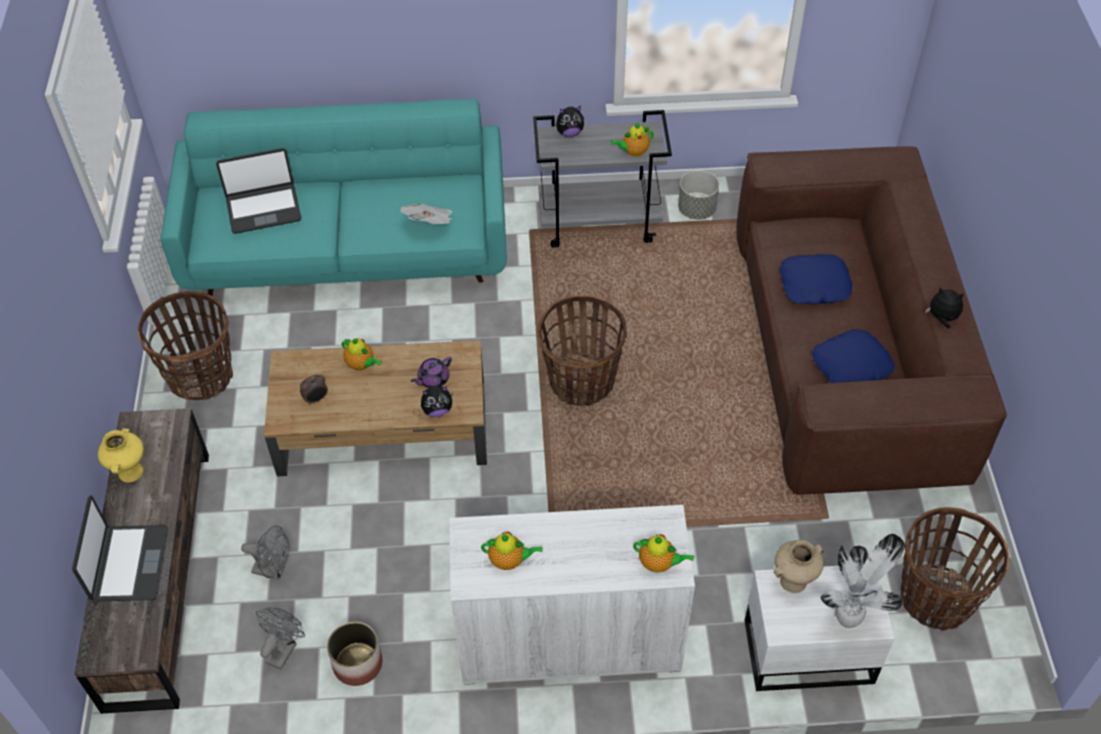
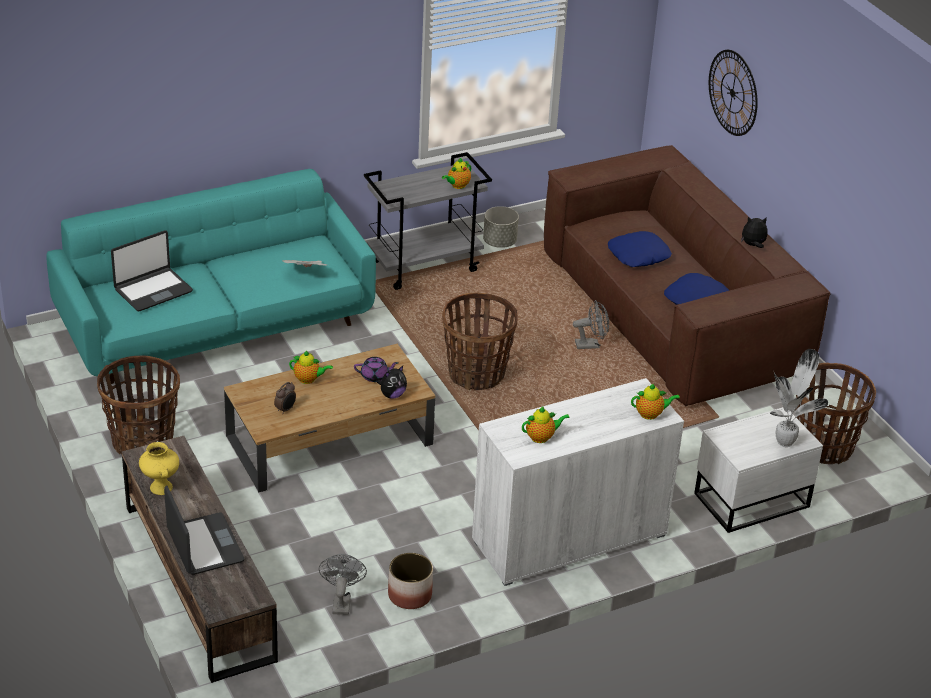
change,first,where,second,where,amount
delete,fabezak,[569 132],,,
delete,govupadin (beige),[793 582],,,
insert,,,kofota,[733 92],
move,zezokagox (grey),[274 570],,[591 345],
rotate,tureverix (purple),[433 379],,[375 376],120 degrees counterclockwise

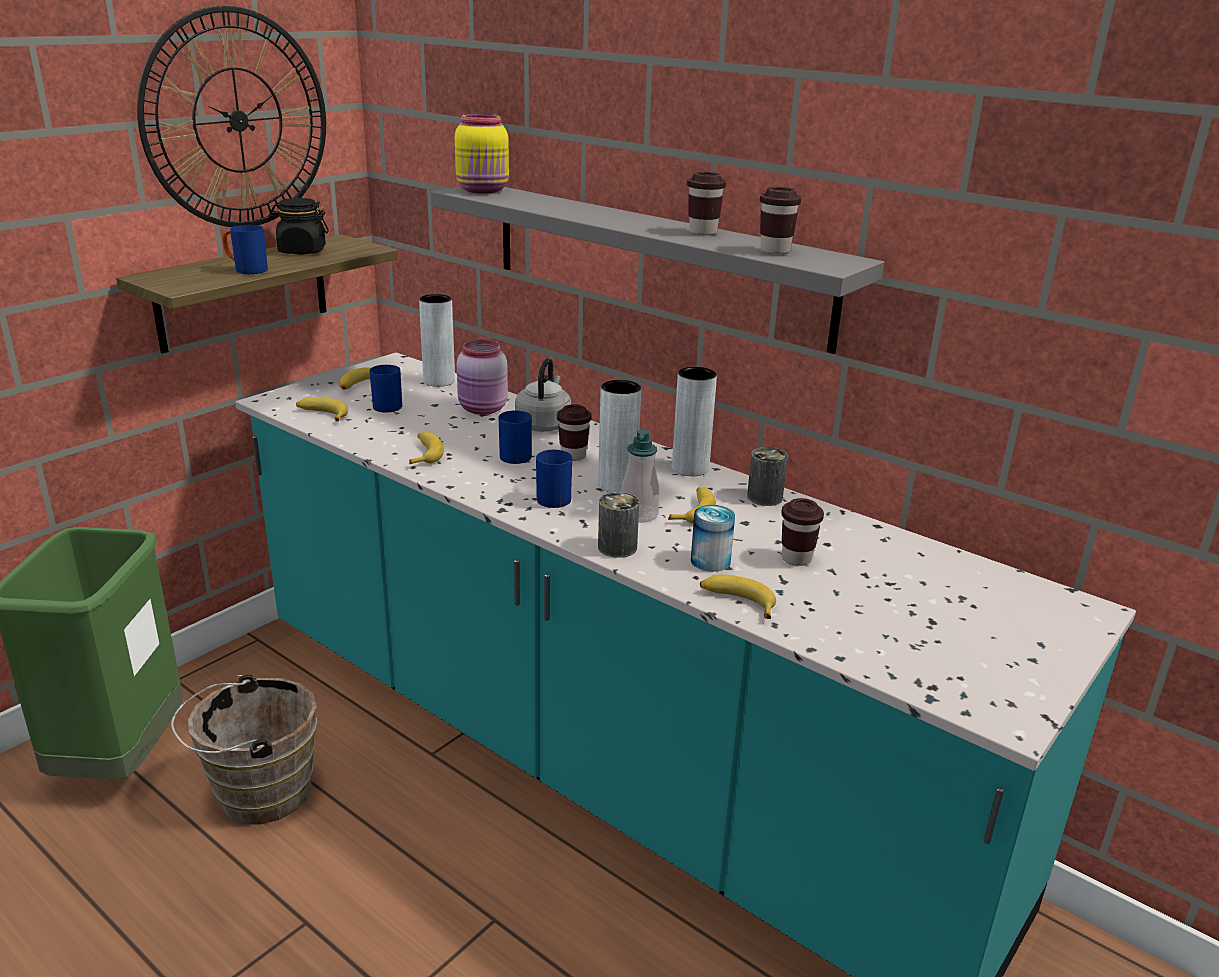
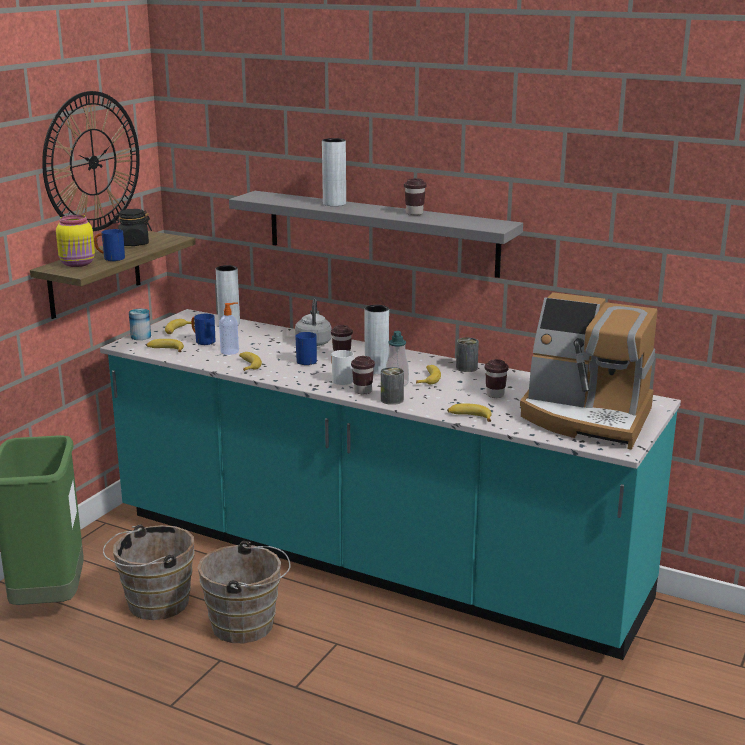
change,first,where,second,where,amount
delete,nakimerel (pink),[483 409],,,
insert,,,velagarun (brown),[248 625],
insert,,,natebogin,[230 351],
insert,,,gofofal,[586 417],
move,nakimerel (yellow),[484 190],,[78 264],
move,govupadin (grey),[690 468],,[334 204],
move,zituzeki,[710 561],,[141 336],
move,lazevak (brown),[775 251],,[363 391],
recolor,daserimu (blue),[551 497],daserimu (white),[340 380],

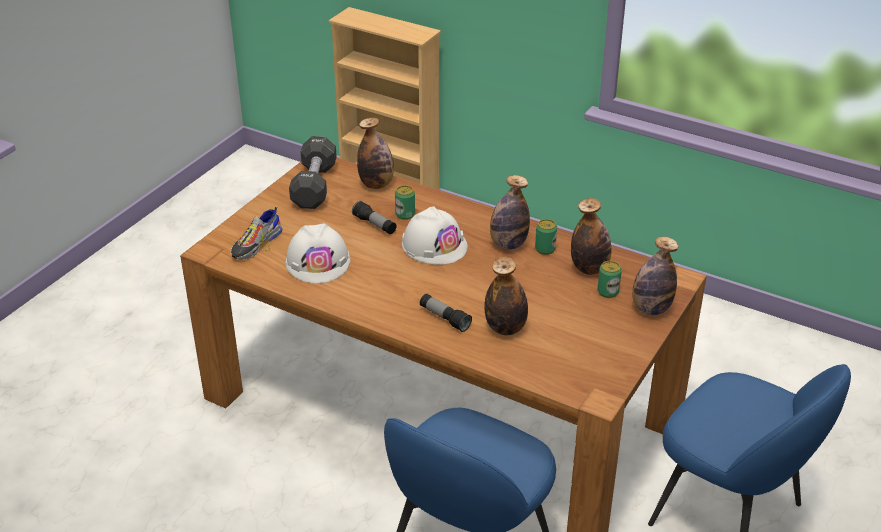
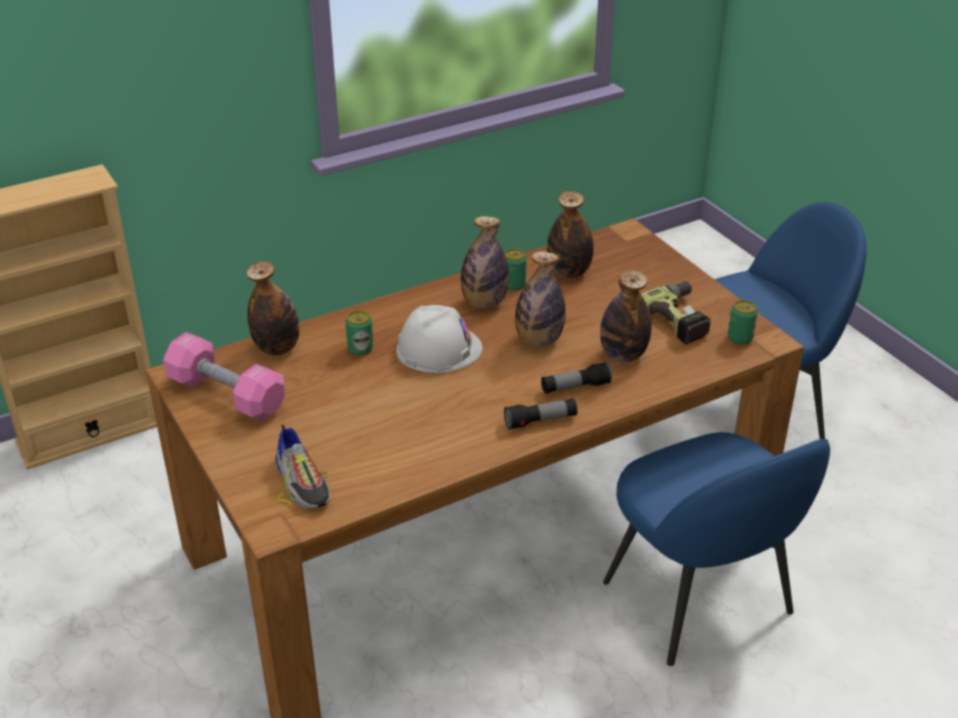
change,first,where,second,where,amount
delete,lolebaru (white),[318 261],,,
insert,,,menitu,[679 319],
move,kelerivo,[375 225],,[540 421],
move,zituzeki,[608 292],,[740 338],
move,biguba,[650 309],,[539 340],
recolor,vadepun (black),[314 186],vadepun (pink),[226 394],

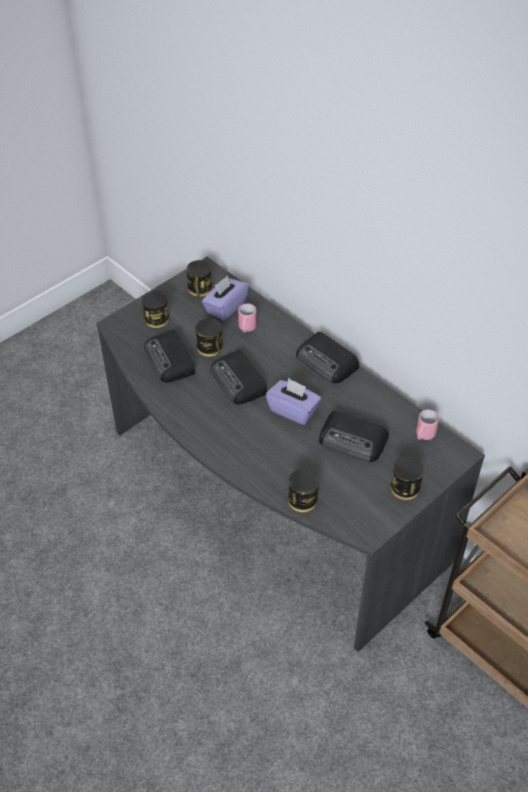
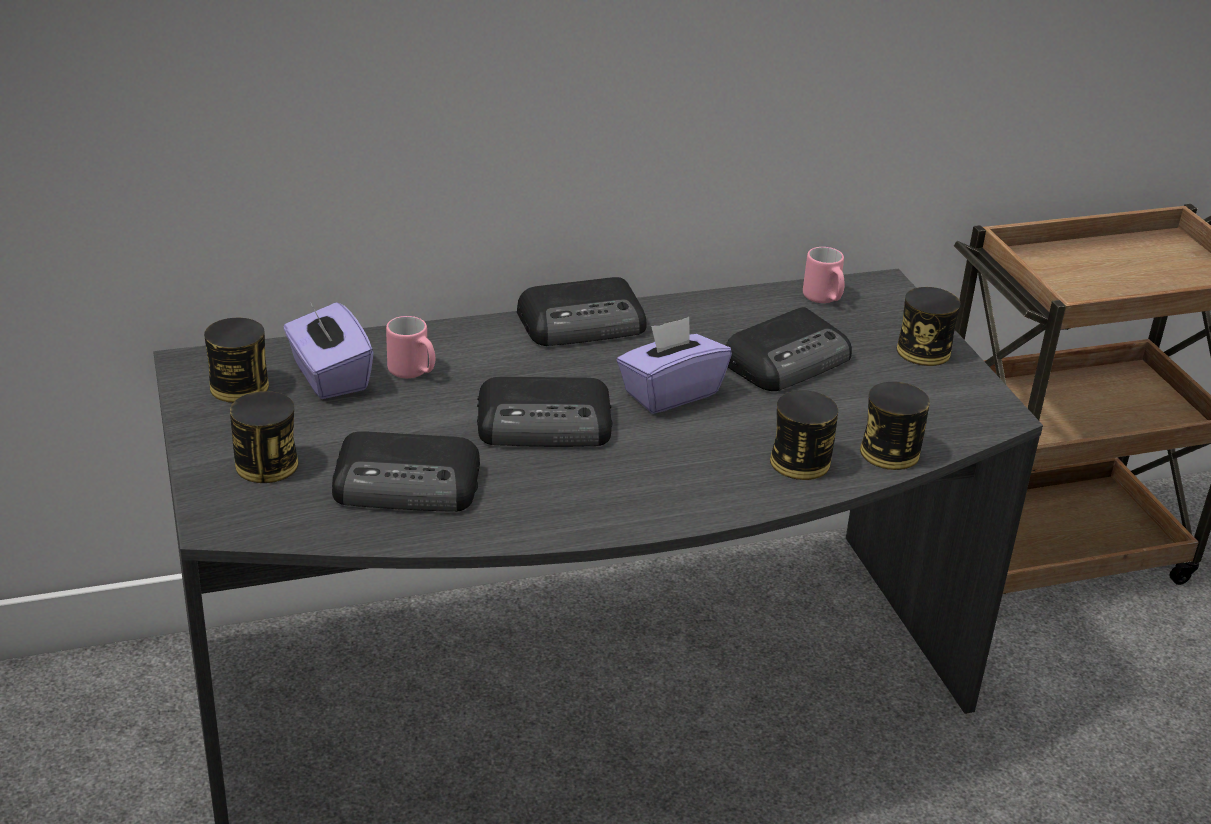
change,first,where,second,where,amount
move,zituzeki,[209 347],,[800 462],

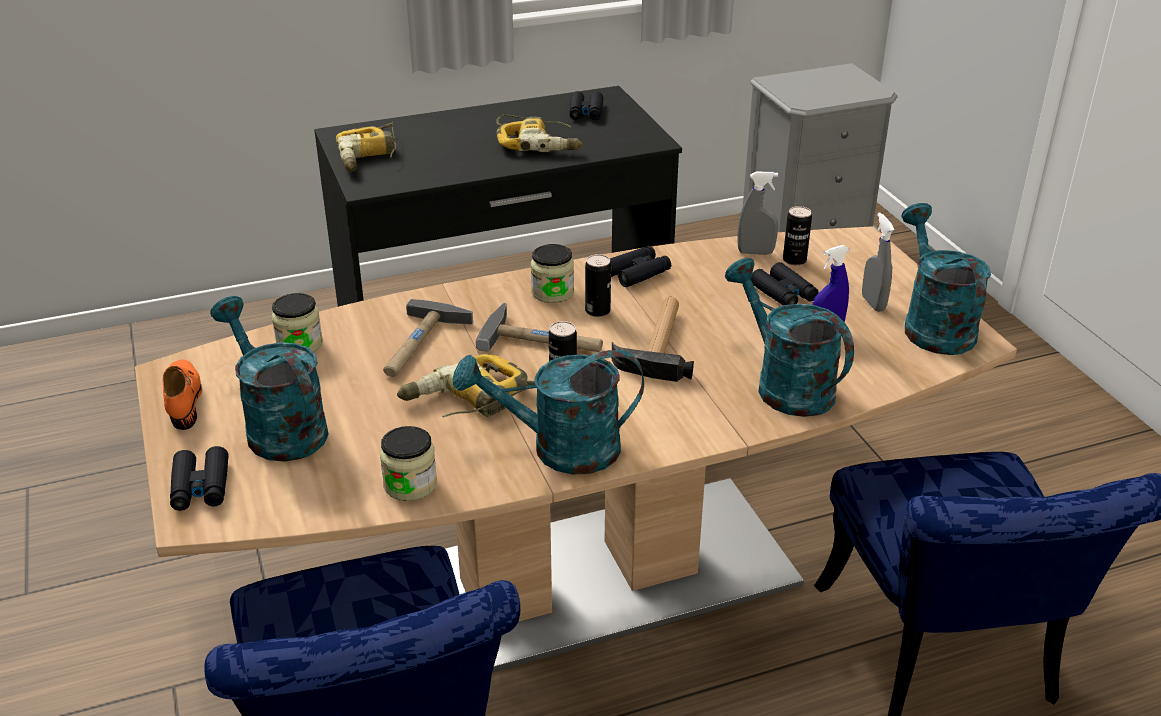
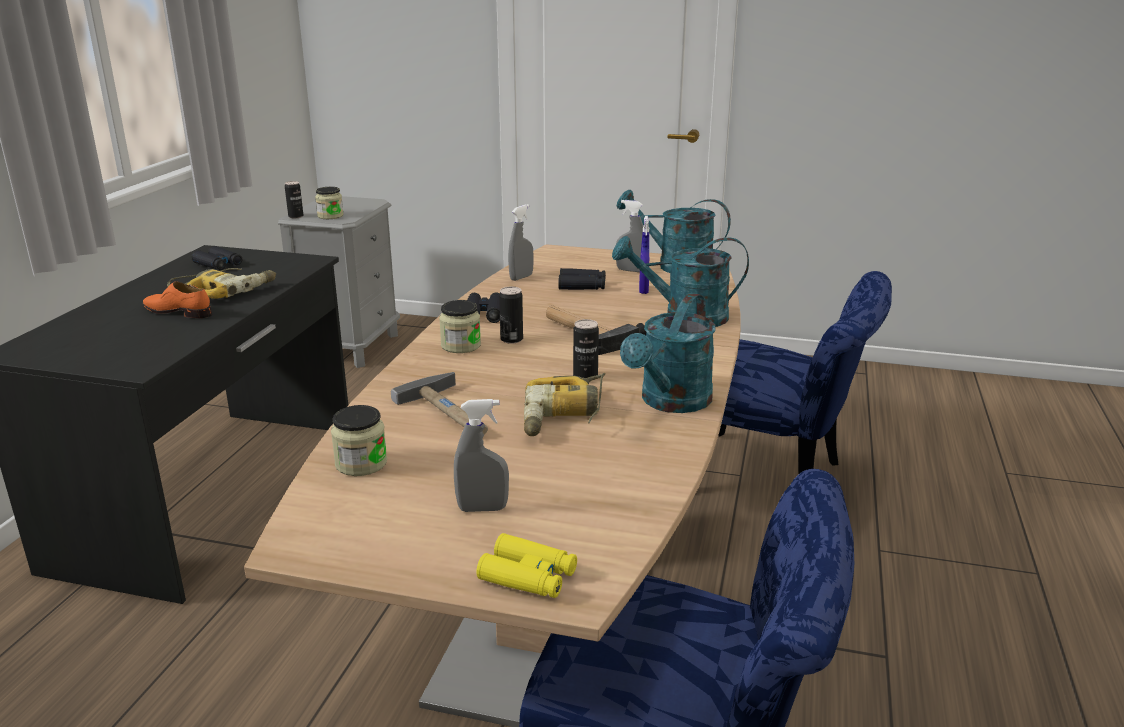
change,first,where,second,where,amount
delete,menitu,[369 156],,,
delete,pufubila,[543 340],,,
move,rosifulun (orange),[184 399],,[178 312],
move,nakimerel,[410 484],,[330 216],
move,zituzeki,[794 260],,[296 216],
replace,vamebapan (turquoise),[278 427],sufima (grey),[482 508],
recolor,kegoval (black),[201 487],kegoval (yellow),[528 576],

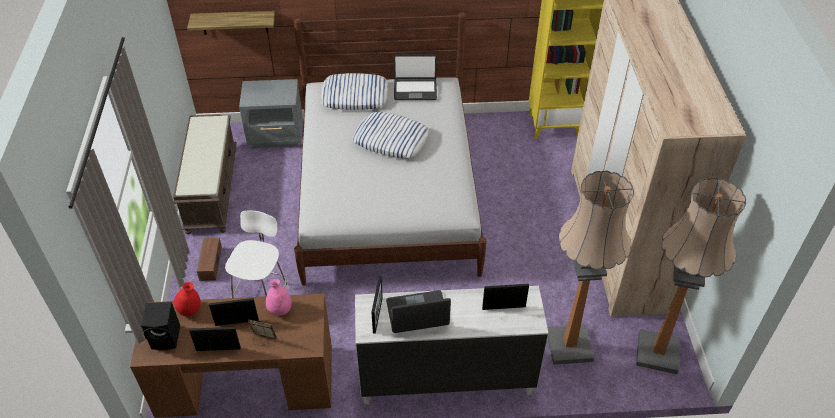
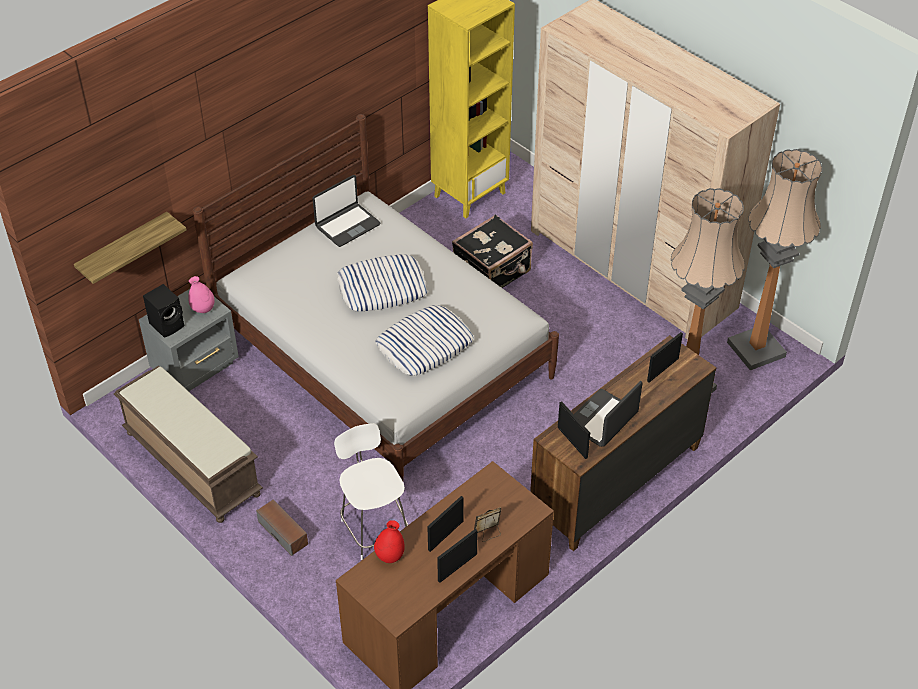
change,first,where,second,where,amount
insert,,,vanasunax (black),[493 272],
move,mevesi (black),[167 337],,[168 324],
move,govupadin (pink),[280 310],,[203 309],
move,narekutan,[355 96],,[424 345],
recolor,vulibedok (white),[445 377],vulibedok (brown),[615 482],

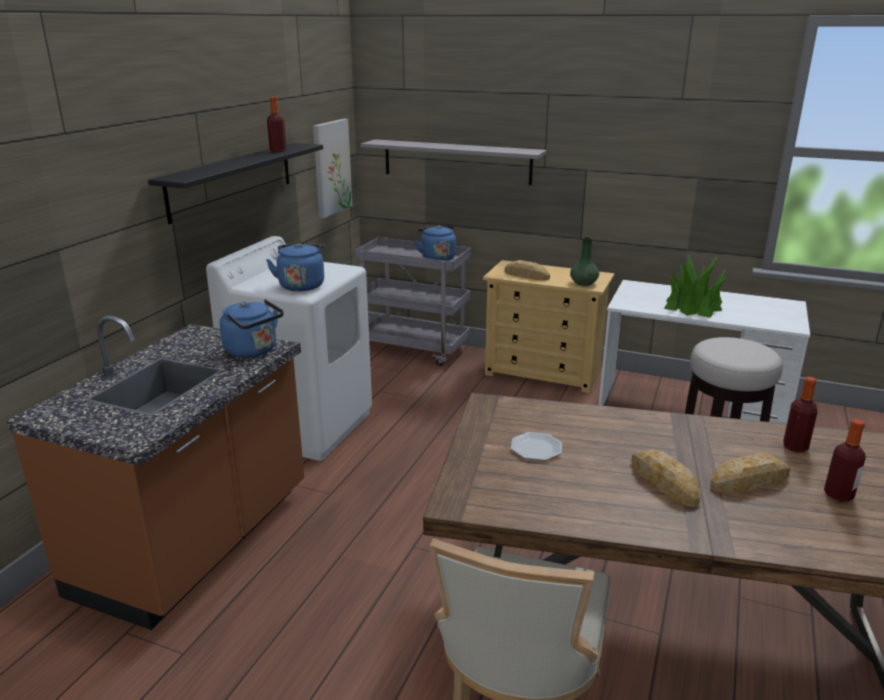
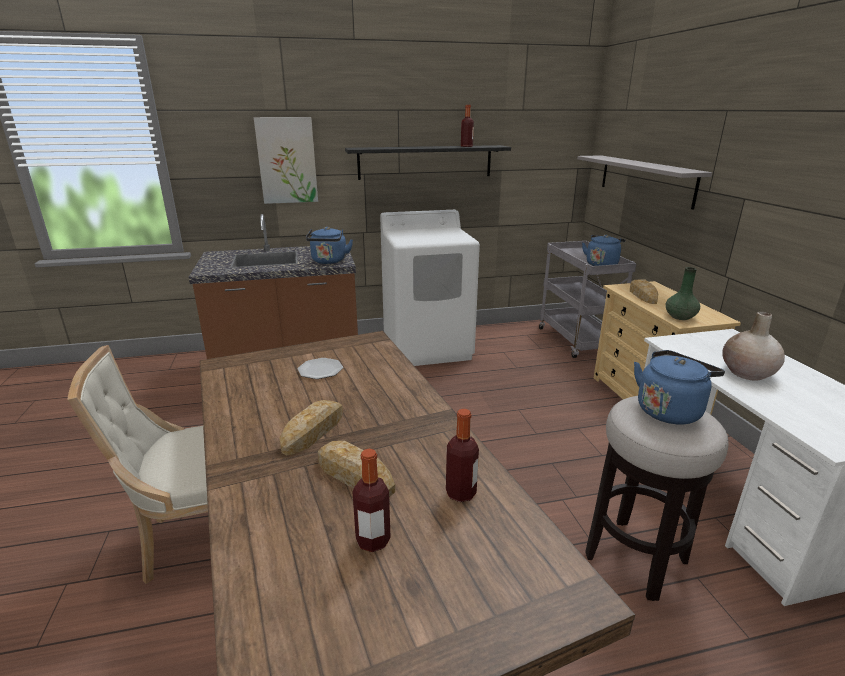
change,first,where,second,where,amount
move,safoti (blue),[301 285],,[670 410],
move,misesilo,[331 167],,[287 160],
replace,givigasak,[693 306],govupadin (beige),[747 373],

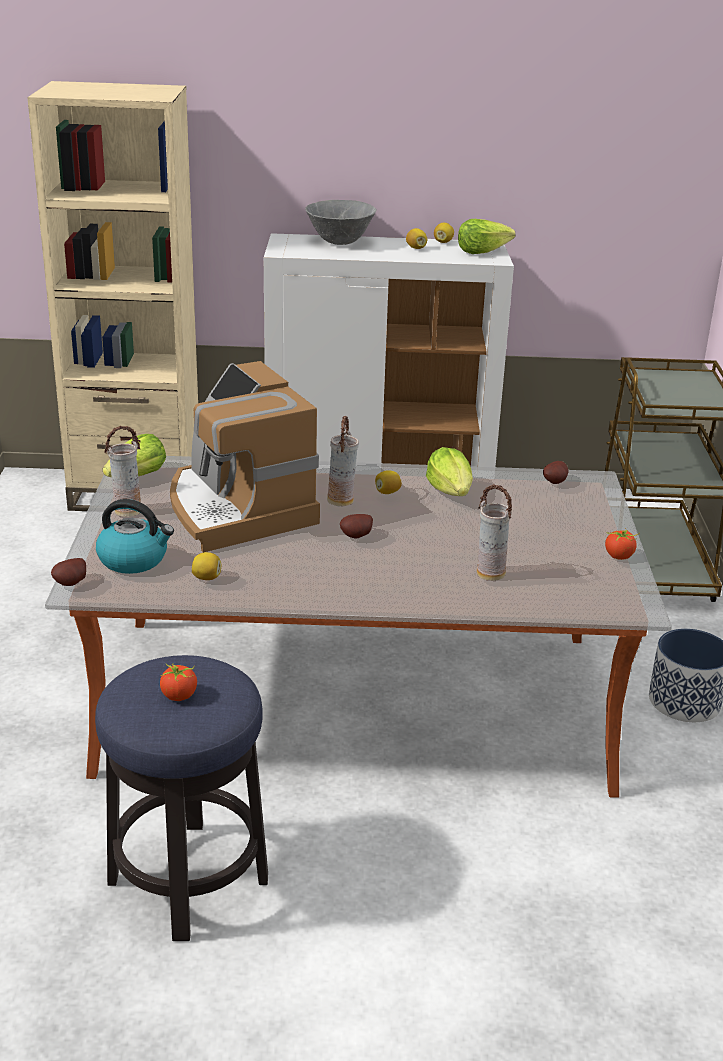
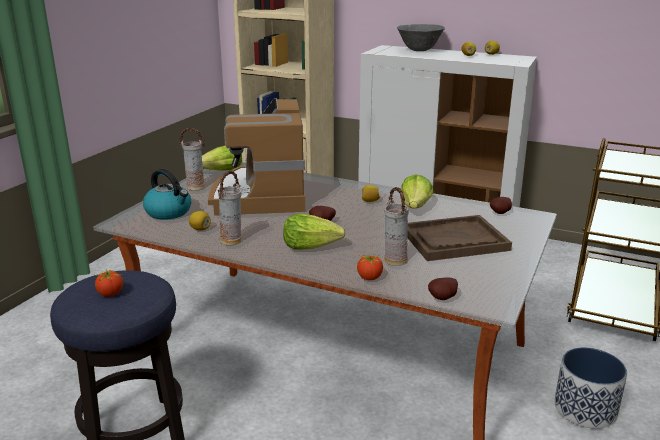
change,first,where,second,where,amount
insert,,,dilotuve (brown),[454 240],
move,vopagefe,[72 584],,[443 299],
move,govupadin,[341 501],,[231 241],
move,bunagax,[482 251],,[311 246],
move,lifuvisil,[619 556],,[370 277],

